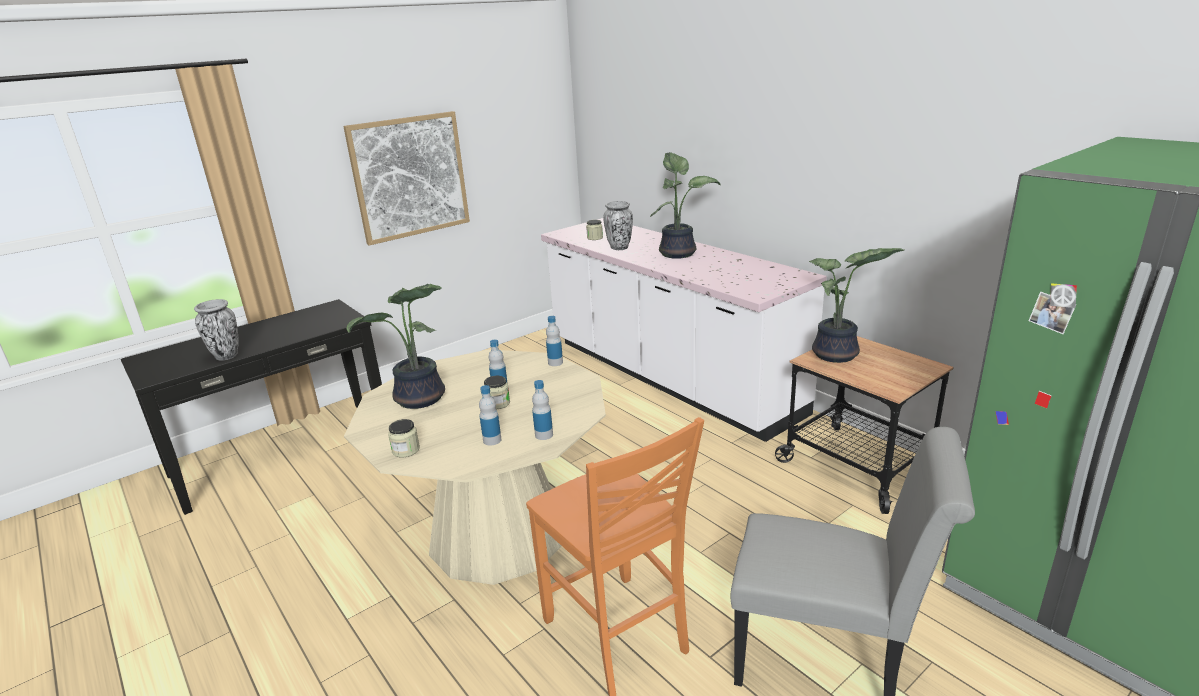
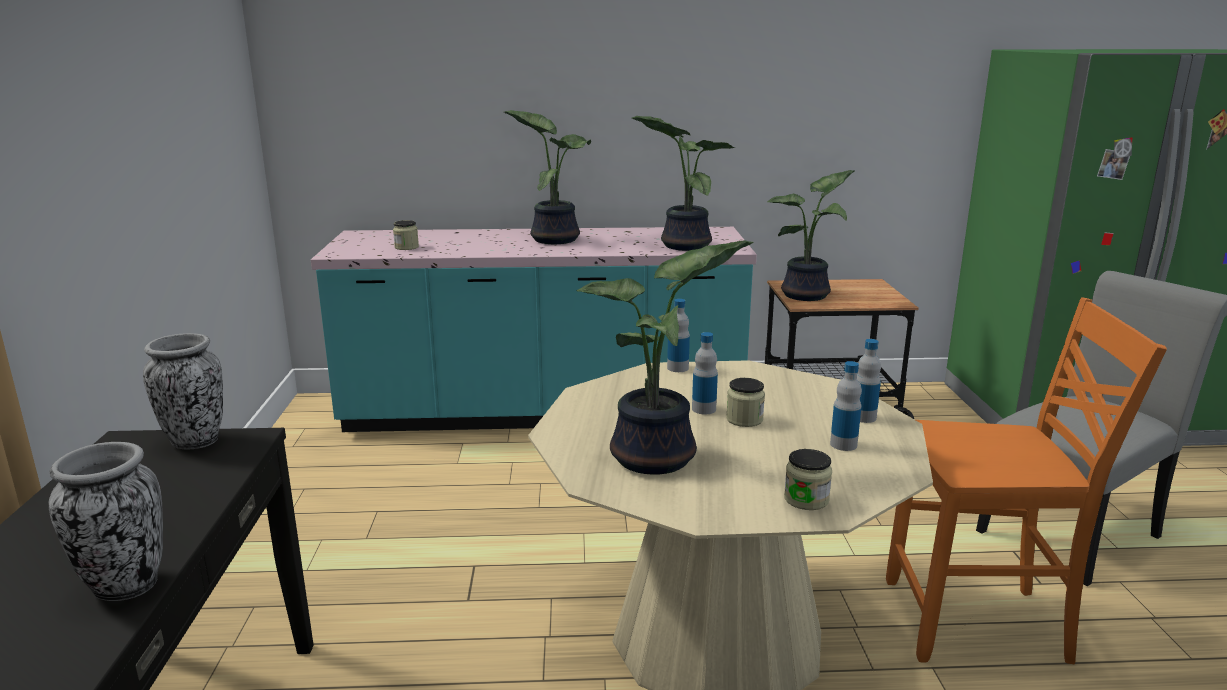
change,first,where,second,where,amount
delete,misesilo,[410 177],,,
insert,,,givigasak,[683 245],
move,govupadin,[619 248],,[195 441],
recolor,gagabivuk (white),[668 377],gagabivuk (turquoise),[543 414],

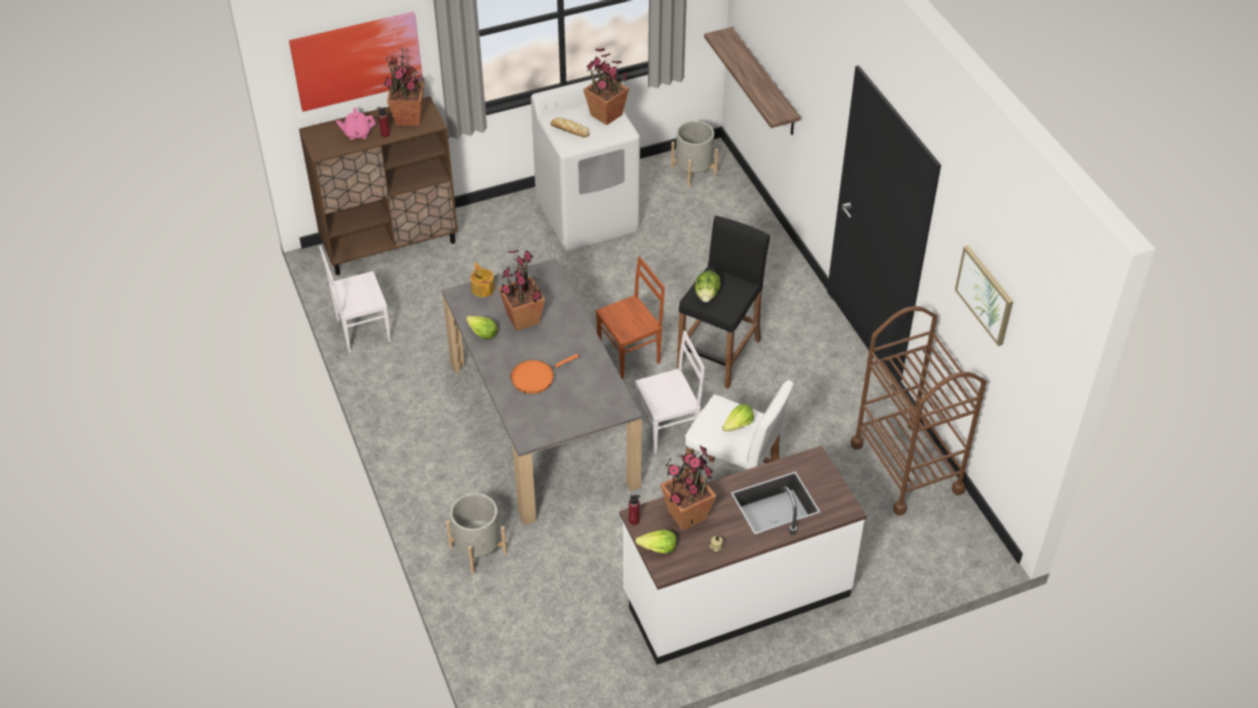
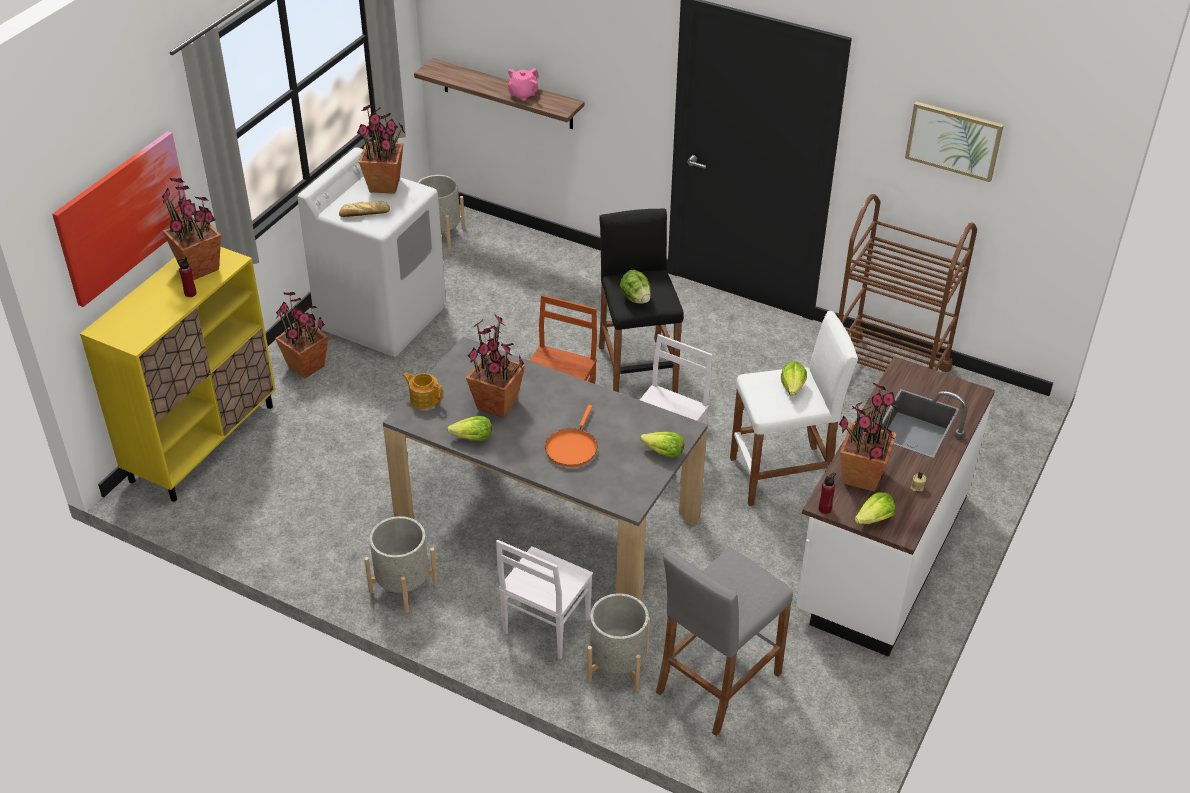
change,first,where,second,where,amount
insert,,,givigasak,[307 366],
insert,,,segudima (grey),[403 587],
insert,,,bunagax,[663 452],
insert,,,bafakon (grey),[717 683],
move,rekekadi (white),[362 330],,[545 626],
move,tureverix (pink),[357 133],,[523 94],
recolor,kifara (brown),[390 244],kifara (yellow),[203 442],

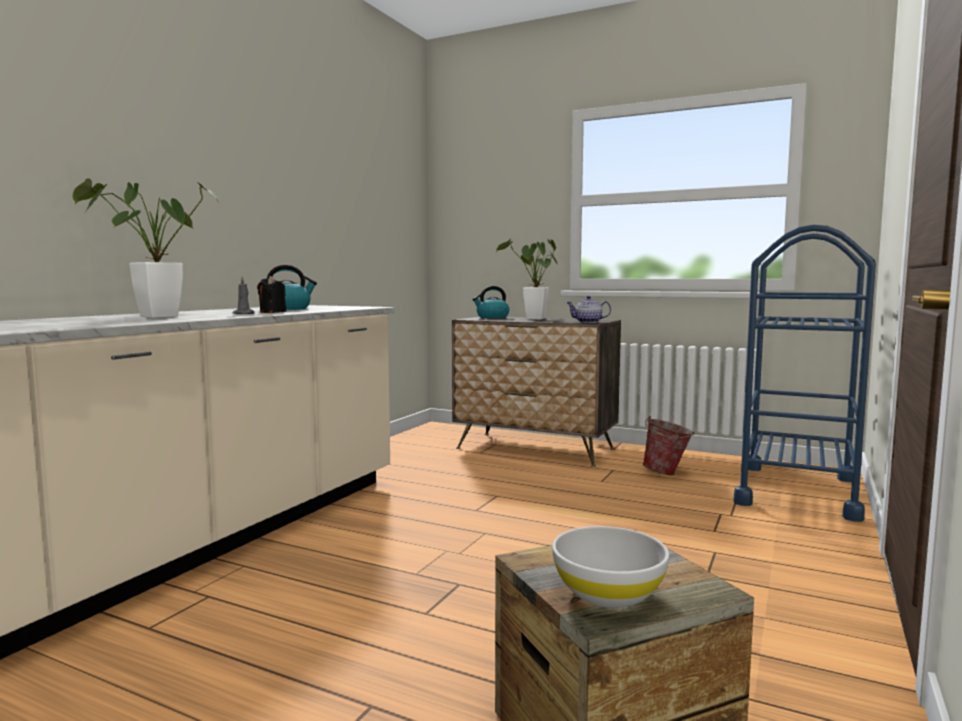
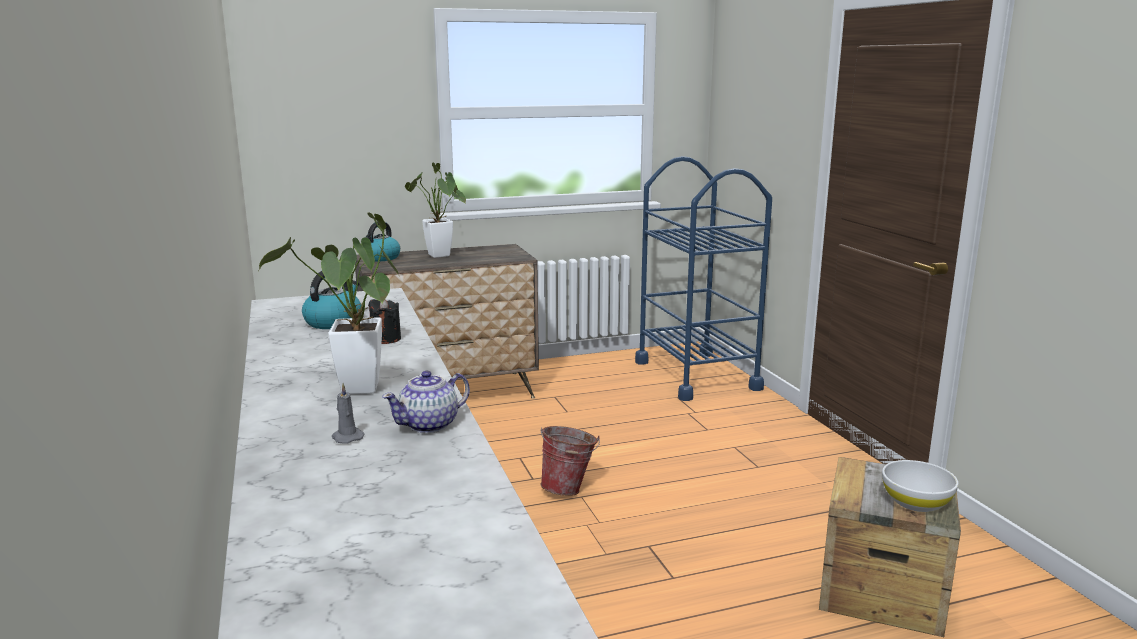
change,first,where,second,where,amount
move,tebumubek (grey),[244 314],,[347 437],
move,tureverix,[588 322],,[430 425],
move,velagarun,[667 473],,[569 489],

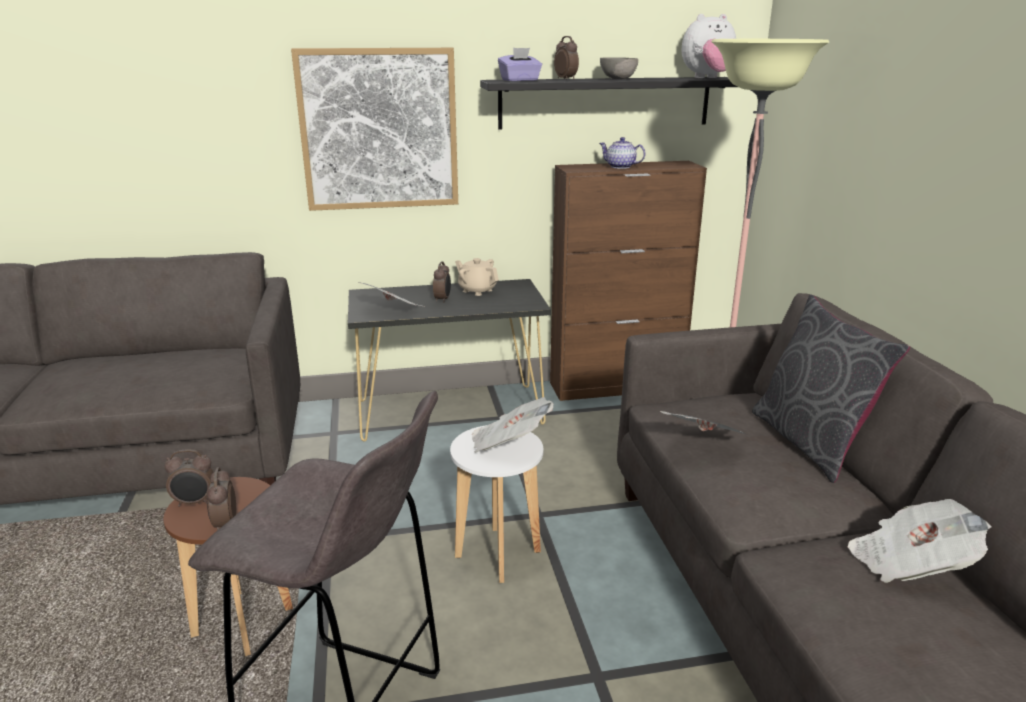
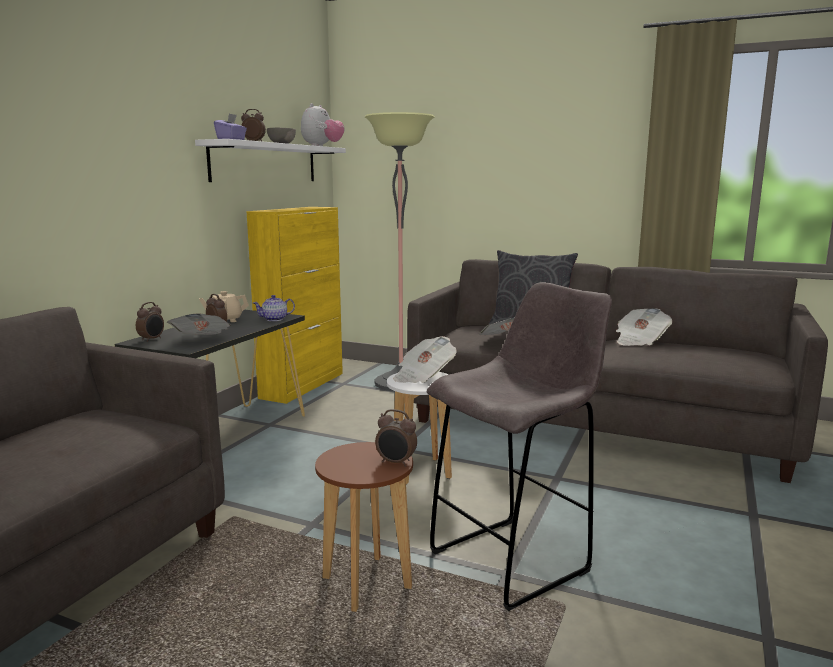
change,first,where,second,where,amount
delete,misesilo,[379 130],,,
move,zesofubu,[195 502],,[152 339],
move,tureverix,[621 167],,[275 319],
recolor,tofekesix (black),[605 102],tofekesix (white),[265 163],
recolor,kifara (brown),[617 386],kifara (yellow),[303 385],

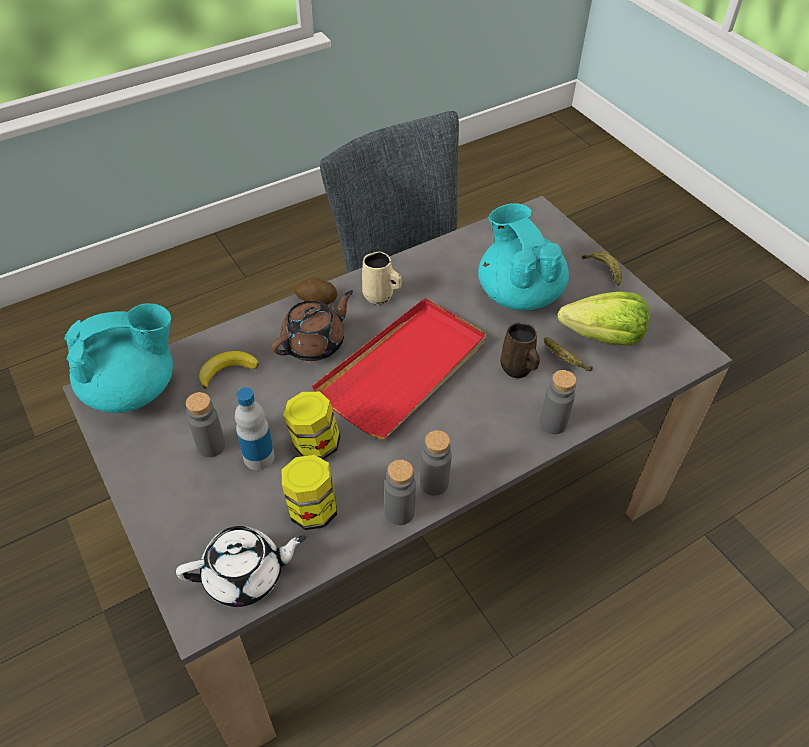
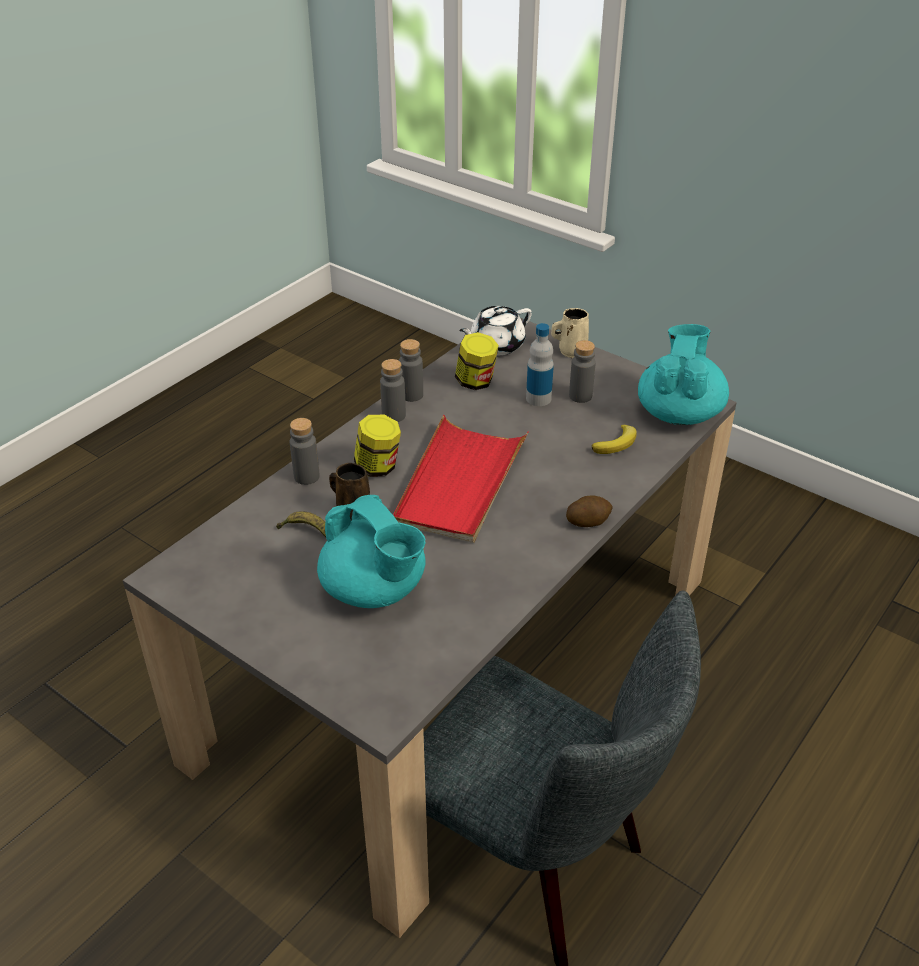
change,first,where,second,where,amount
delete,tureverix (brown),[315 343],,,
delete,bunagax,[603 337],,,
delete,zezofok,[603 270],,,
move,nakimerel,[314 444],,[378 467],
move,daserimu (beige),[380 296],,[570 351],
rotate,tureverix (turquoise),[133 389],,[679 413],150 degrees clockwise

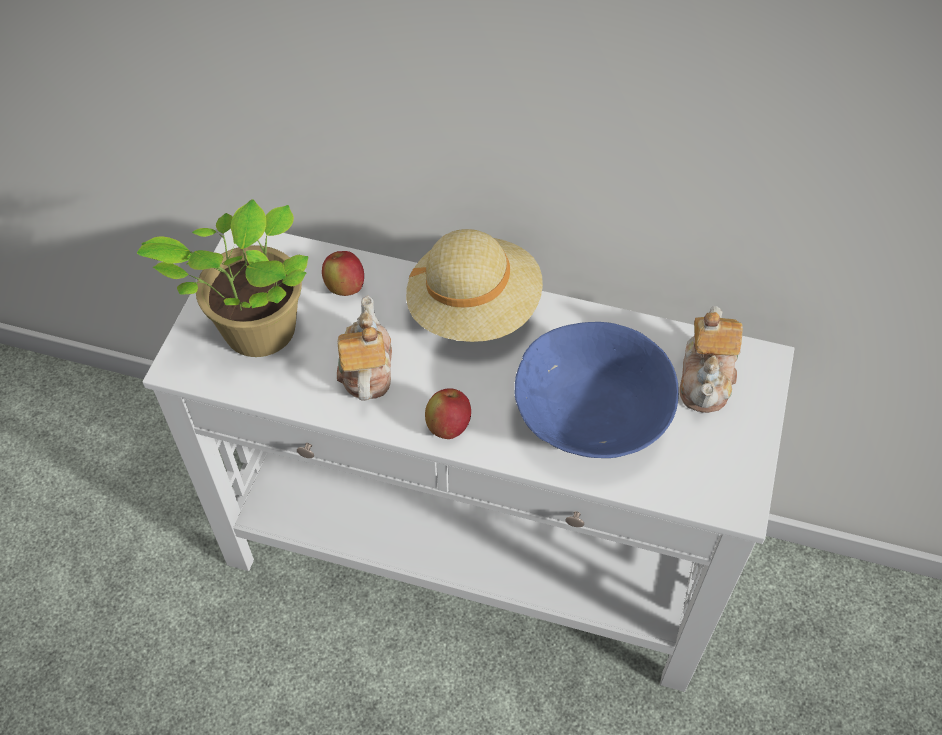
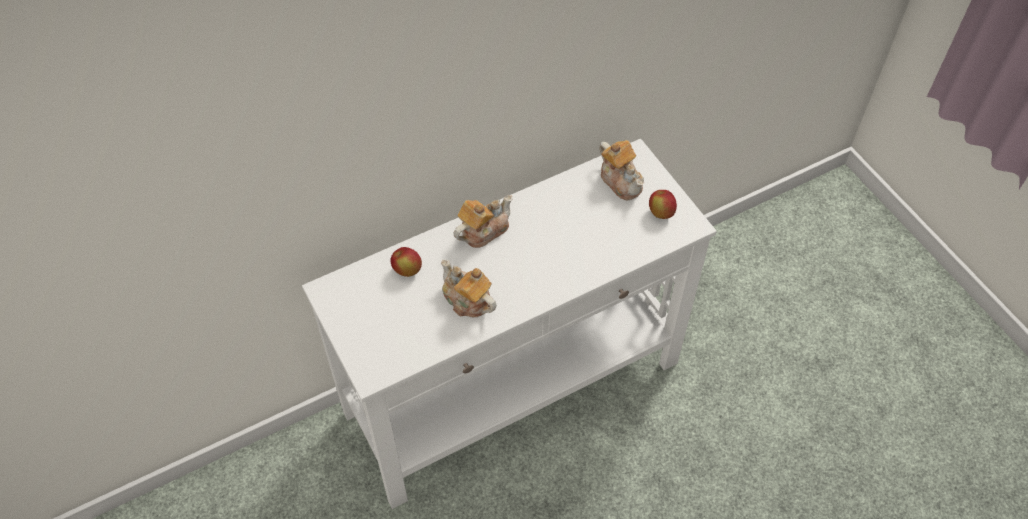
change,first,where,second,where,amount
delete,givigasak,[254 332],,,
delete,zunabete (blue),[593 415],,,
move,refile,[448 426],,[661 213],
replace,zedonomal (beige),[474 308],tureverix,[483 230],

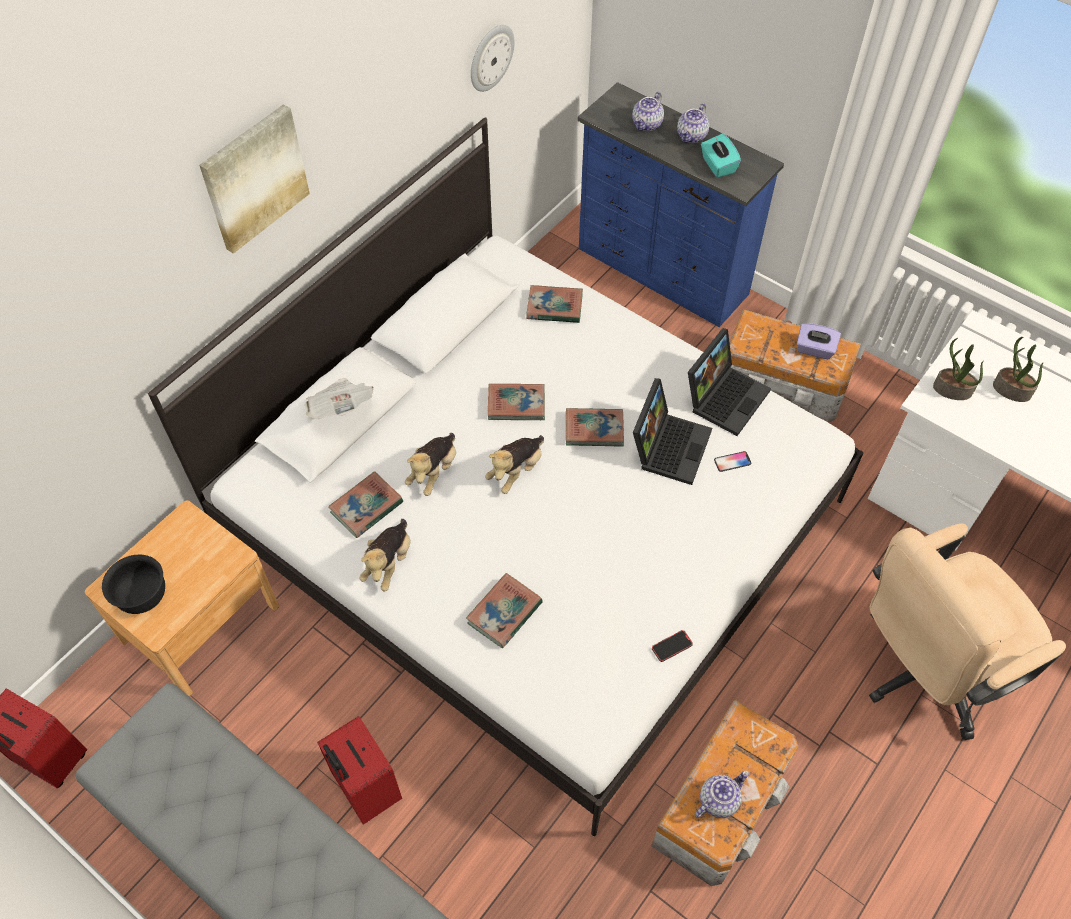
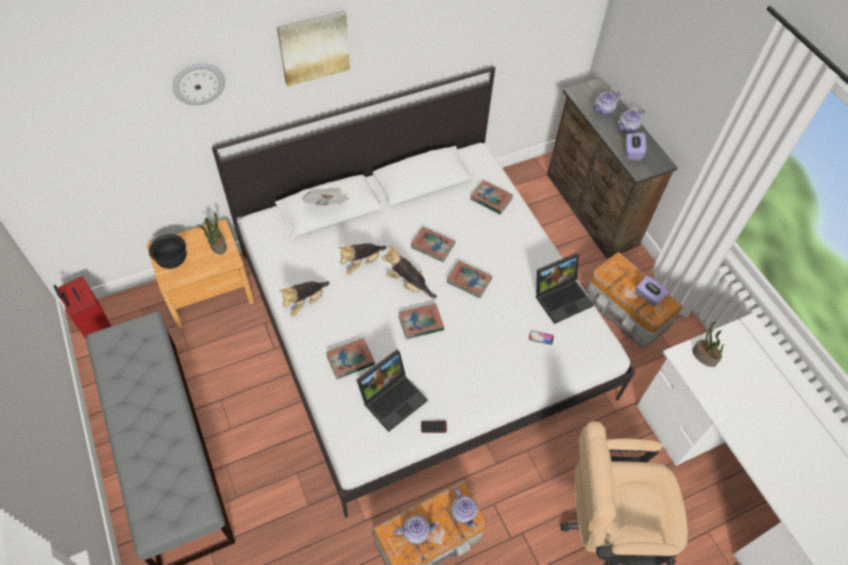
change,first,where,second,where,amount
delete,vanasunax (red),[365 790],,,
insert,,,tureverix,[464 512],
move,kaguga,[366 507],,[421 323],
move,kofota,[490 57],,[198 83],
move,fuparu,[669 445],,[393 397],
move,givigasak,[1011 390],,[217 245],
recolor,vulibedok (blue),[662 273],vulibedok (brown),[590 210],
recolor,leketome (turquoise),[717 165],leketome (purple),[632 152],
rotate,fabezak,[516 471],,[408 284],60 degrees clockwise

